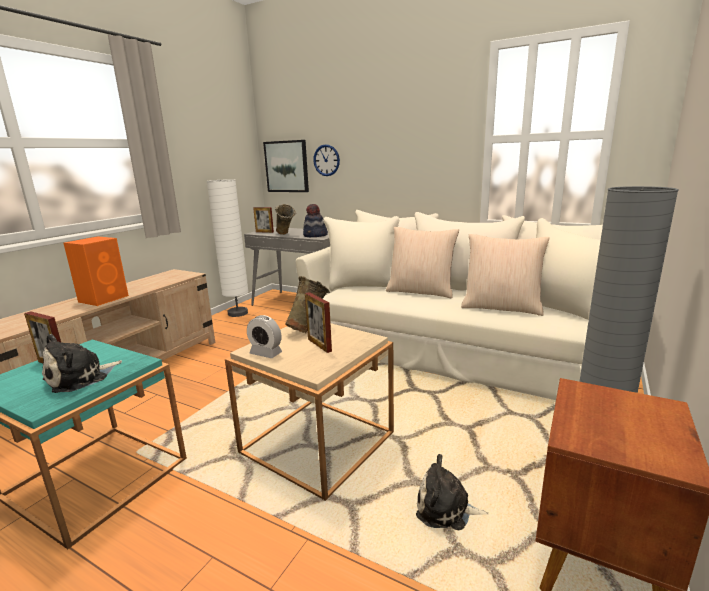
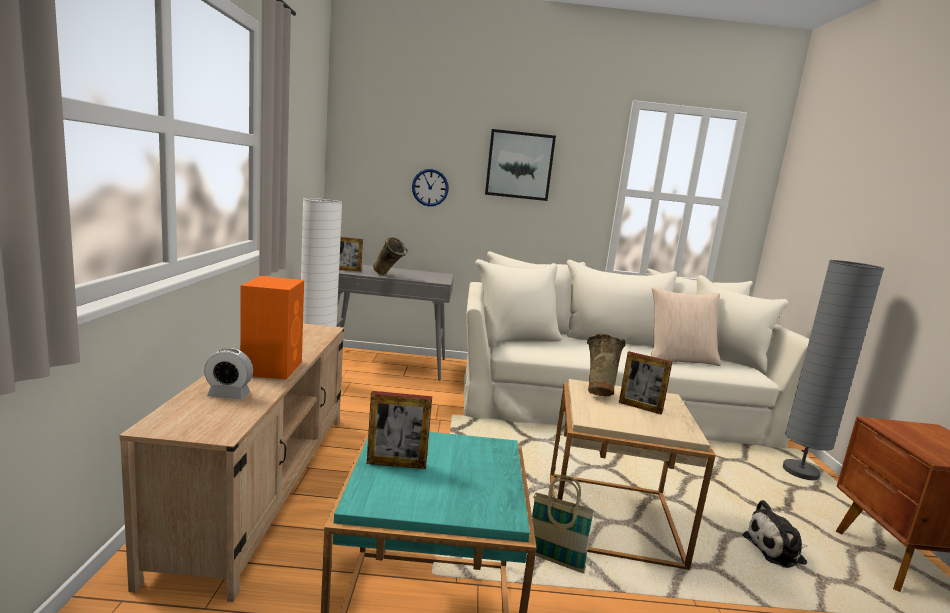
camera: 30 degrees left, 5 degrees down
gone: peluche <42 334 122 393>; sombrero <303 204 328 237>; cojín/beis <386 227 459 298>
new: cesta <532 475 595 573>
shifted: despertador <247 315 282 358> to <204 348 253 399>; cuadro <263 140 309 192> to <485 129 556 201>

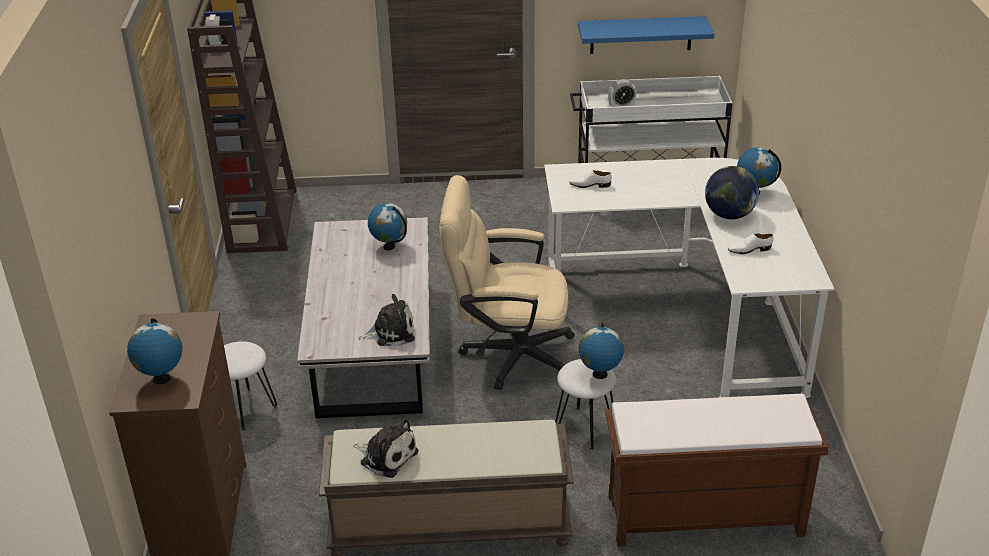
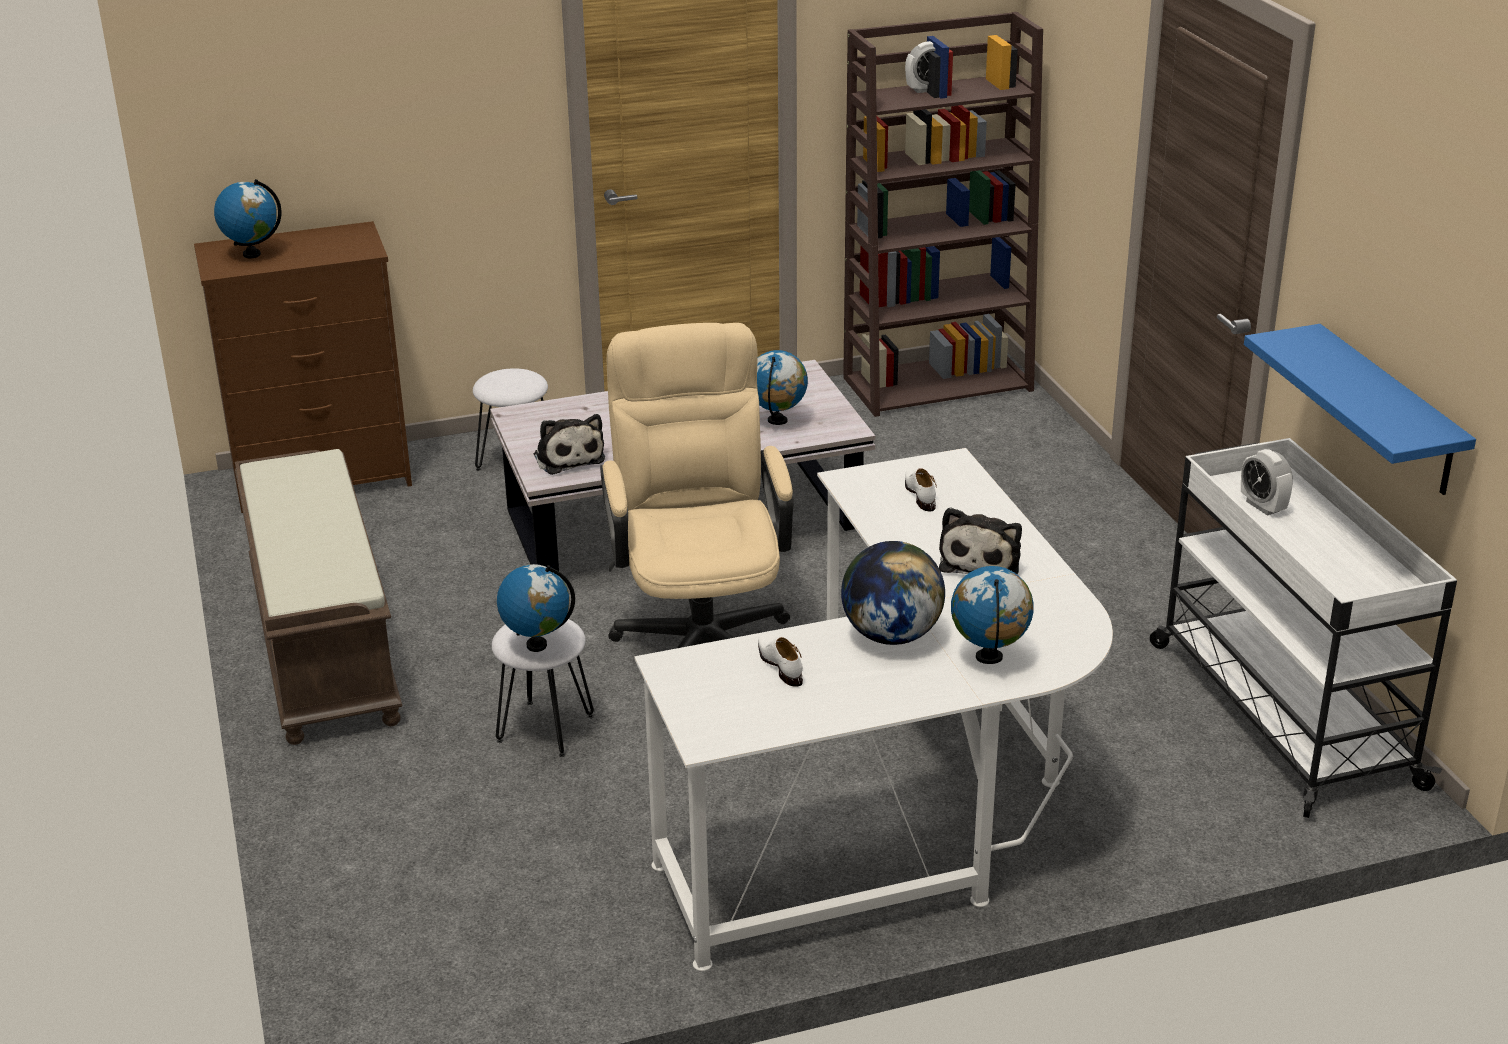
camera: 75 degrees right, 5 degrees down
gone: banco/marrón <605 394 828 547>
shifted: peluche <353 418 418 478> to <939 507 1022 574>

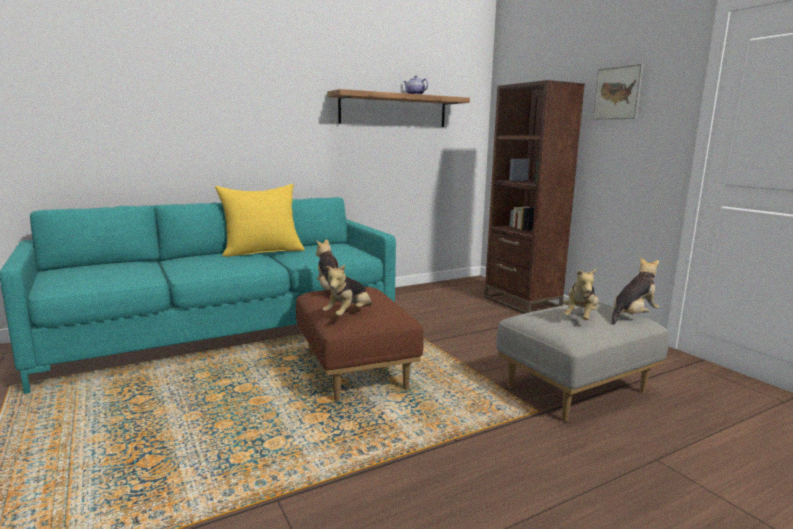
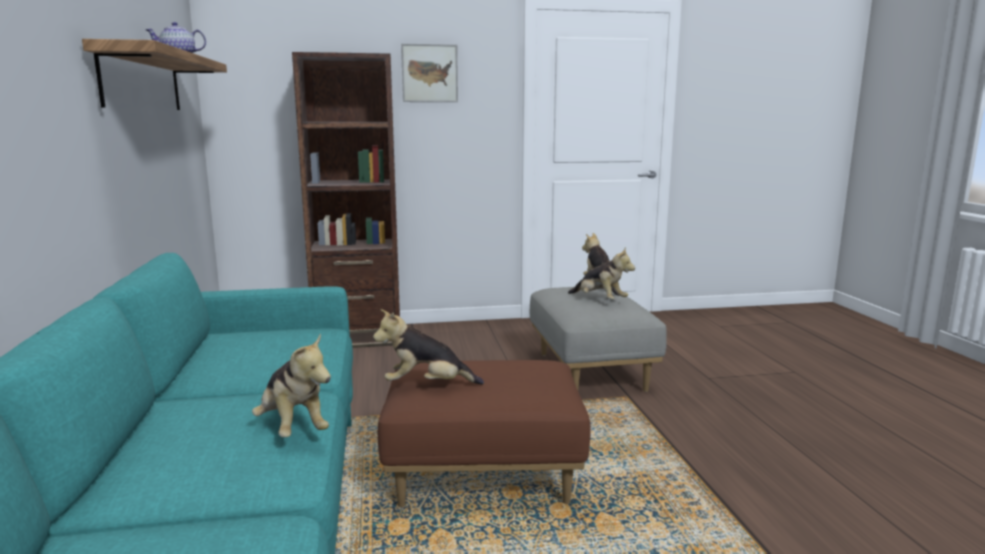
camera: 70 degrees left, 0 degrees up
gone: cojín/amarillo <215 184 305 257>
shifted: peluche <323 264 372 316> to <252 333 331 437>

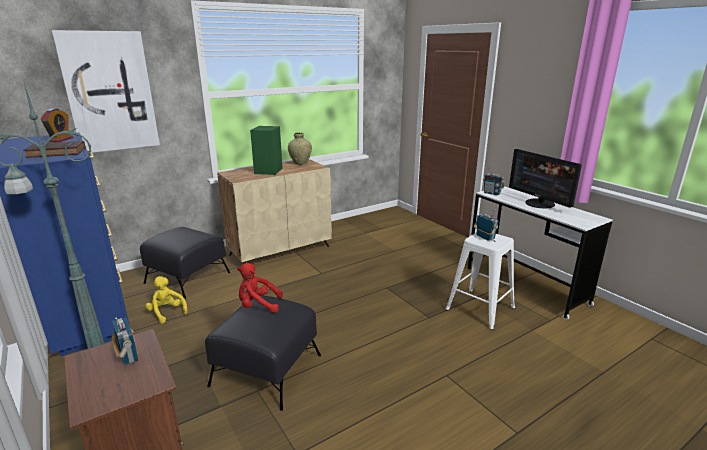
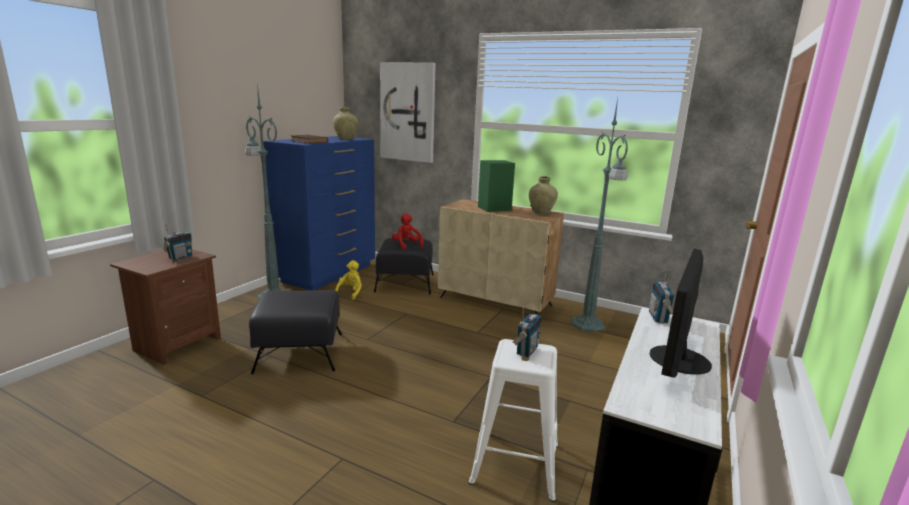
camera: 60 degrees right, 5 degrees down
new: lámpara de pie/verde <571 98 628 332>
shifted: peluche/rojo <237 263 283 313> to <392 213 423 250>
swapped: despertador <41 109 74 142> to florero/beis <333 107 358 140>

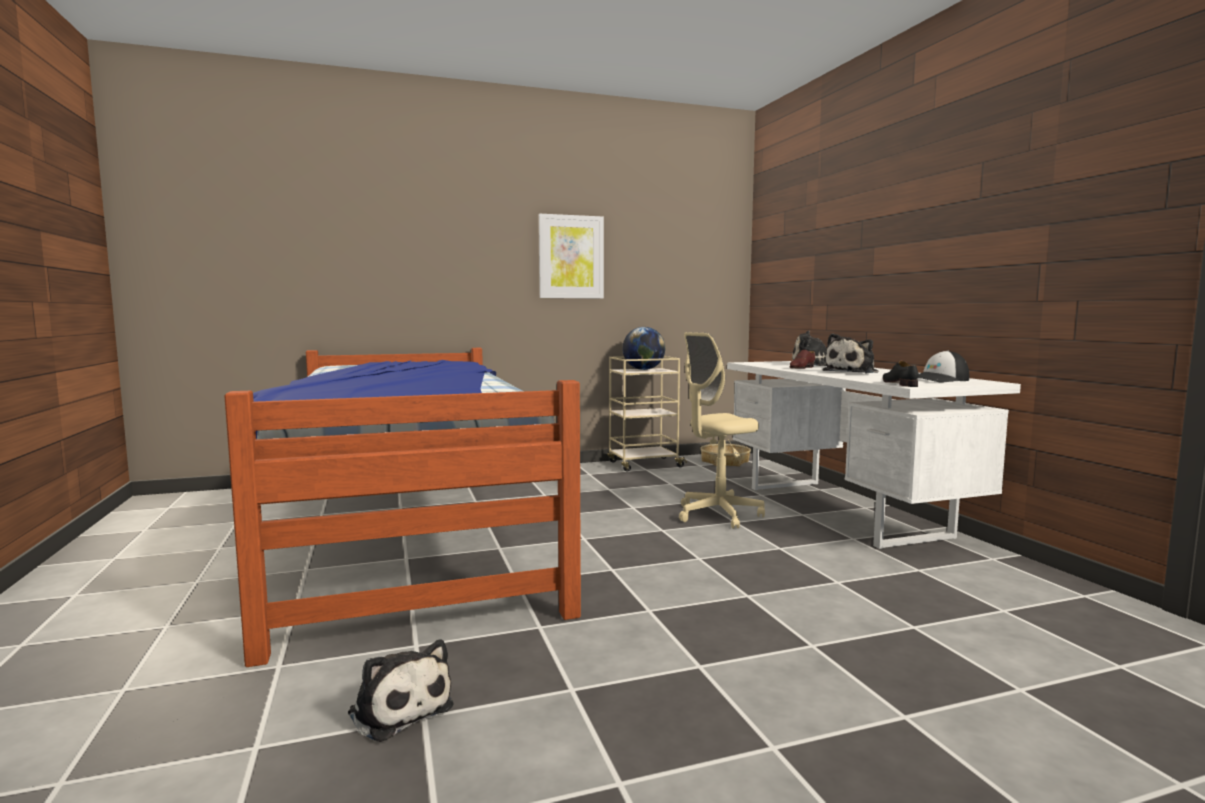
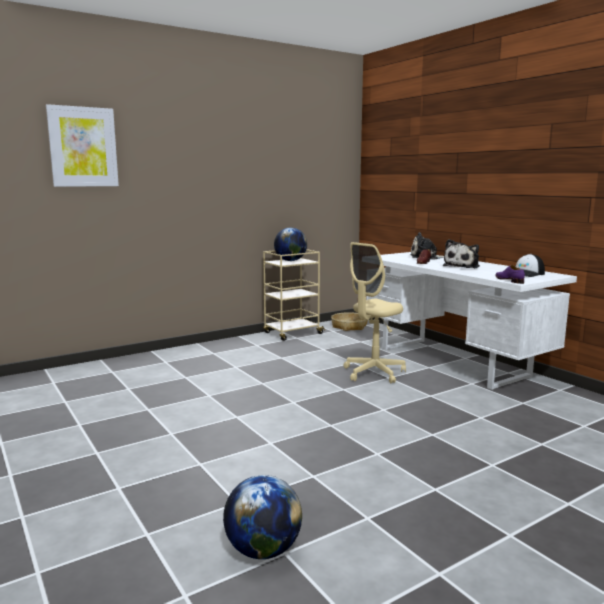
camera: 15 degrees left, 5 degrees up
gone: cama <224 348 581 667>
shifted: cuadro <538 214 604 299> to <46 104 119 187>
swapped: peluche <348 639 453 742> to globo terráqueo <223 475 302 559>
repainted: zapato/negro <883 361 919 387> to zapato/morado <495 265 525 284>

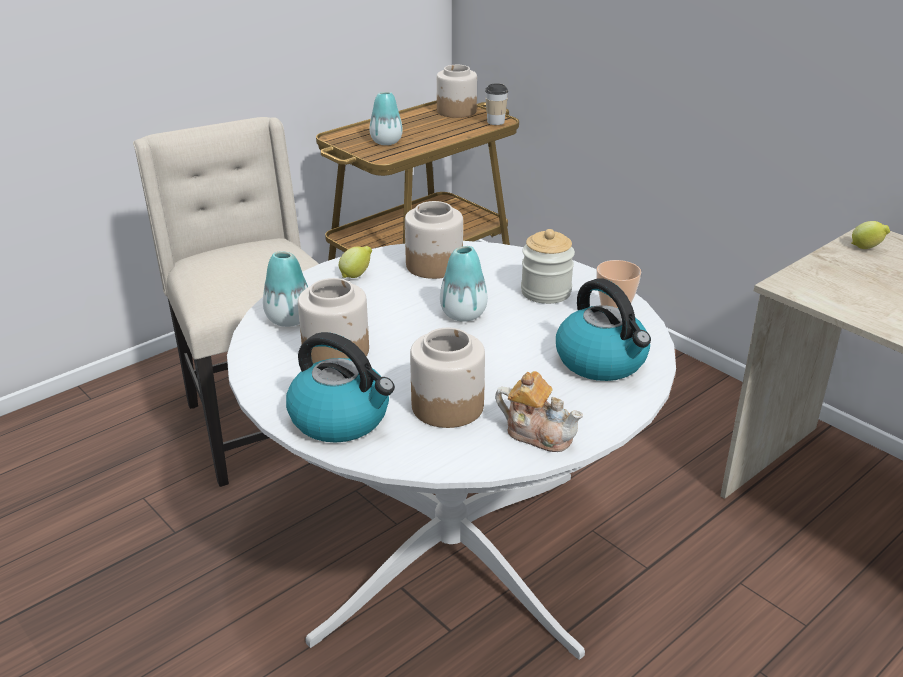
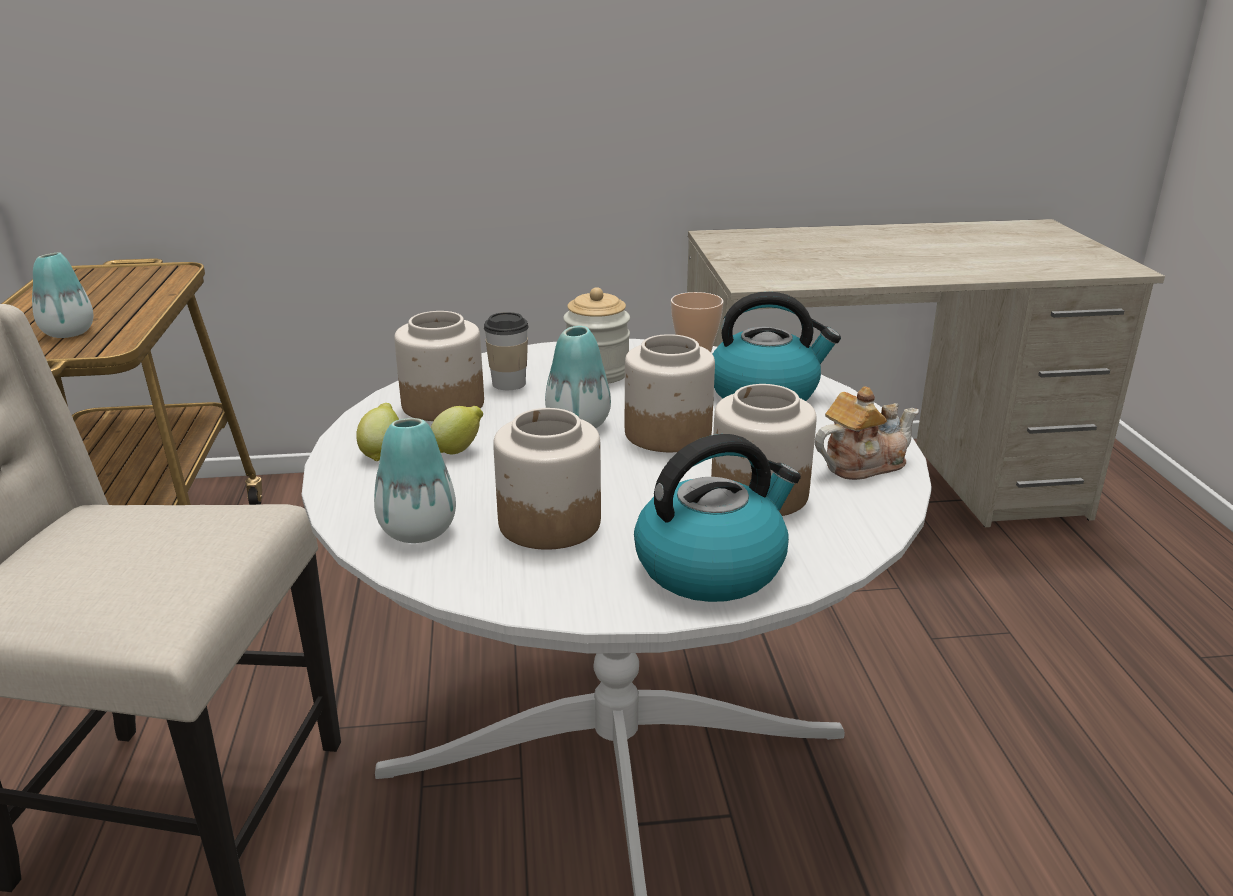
camera: 55 degrees left, 5 degrees down
shifted: tarro <437 65 477 118> to <625 334 715 452>; taza <485 83 508 125> to <484 312 529 390>; limón <852 221 890 249> to <431 406 483 454>

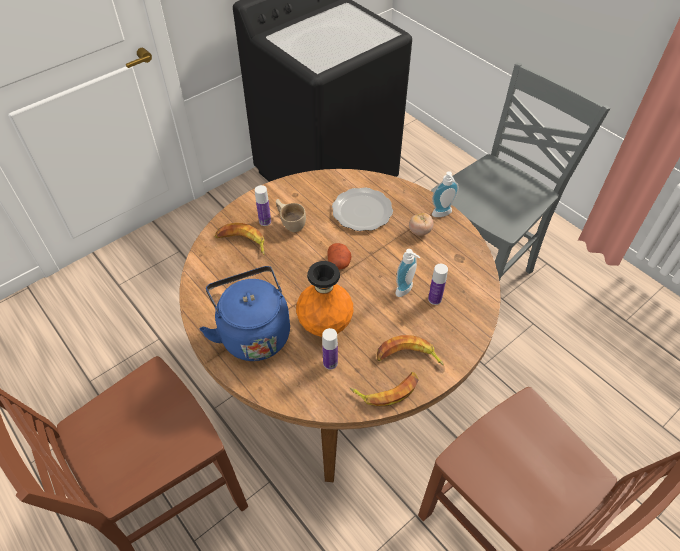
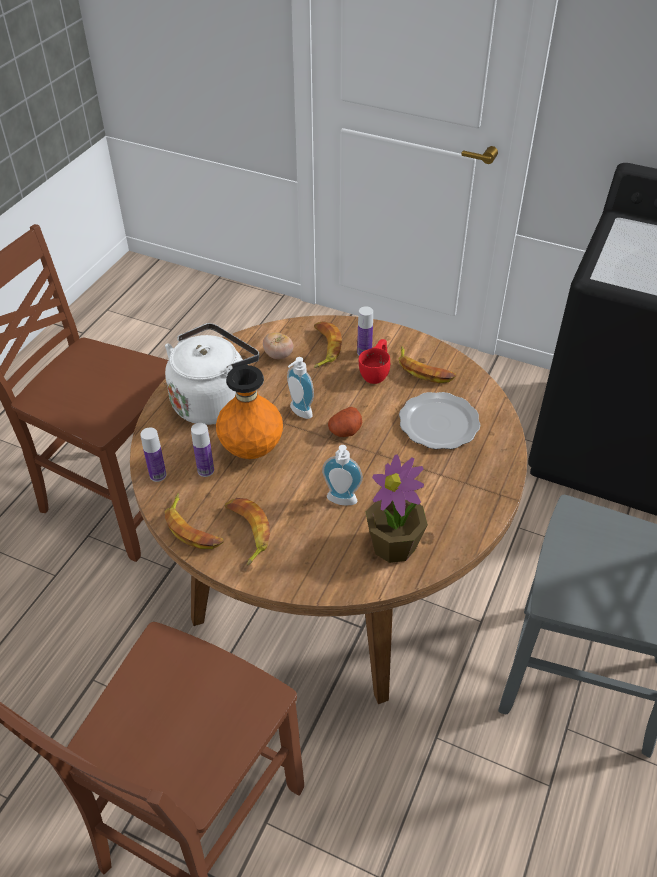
camera: 65 degrees right, 5 degrees down
new: planta en maceta <366 454 428 563>; plátano <399 346 456 383>
shifted: tomate <409 213 433 236> to <263 332 294 359>; botella <428 264 448 305> to <140 428 167 482>; dispensador de jabón <432 171 459 217> to <287 357 314 419>
repainted: hervidor/azul <200 266 290 361> to hervidor/blanco <165 323 259 425>; taza/beis <276 199 306 232> to taza/rojo <359 339 390 384>

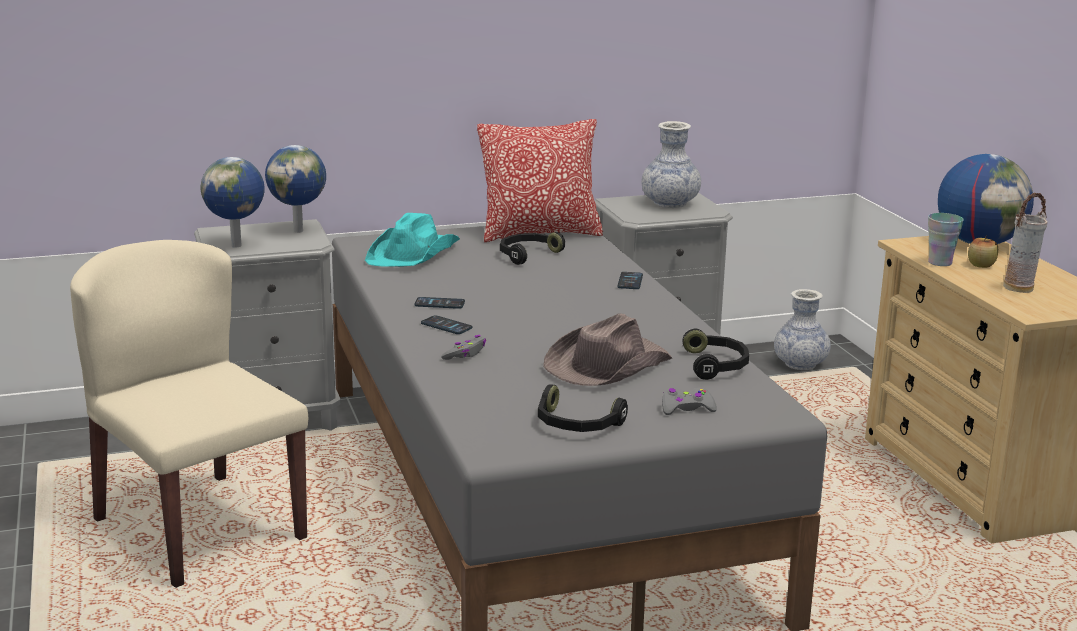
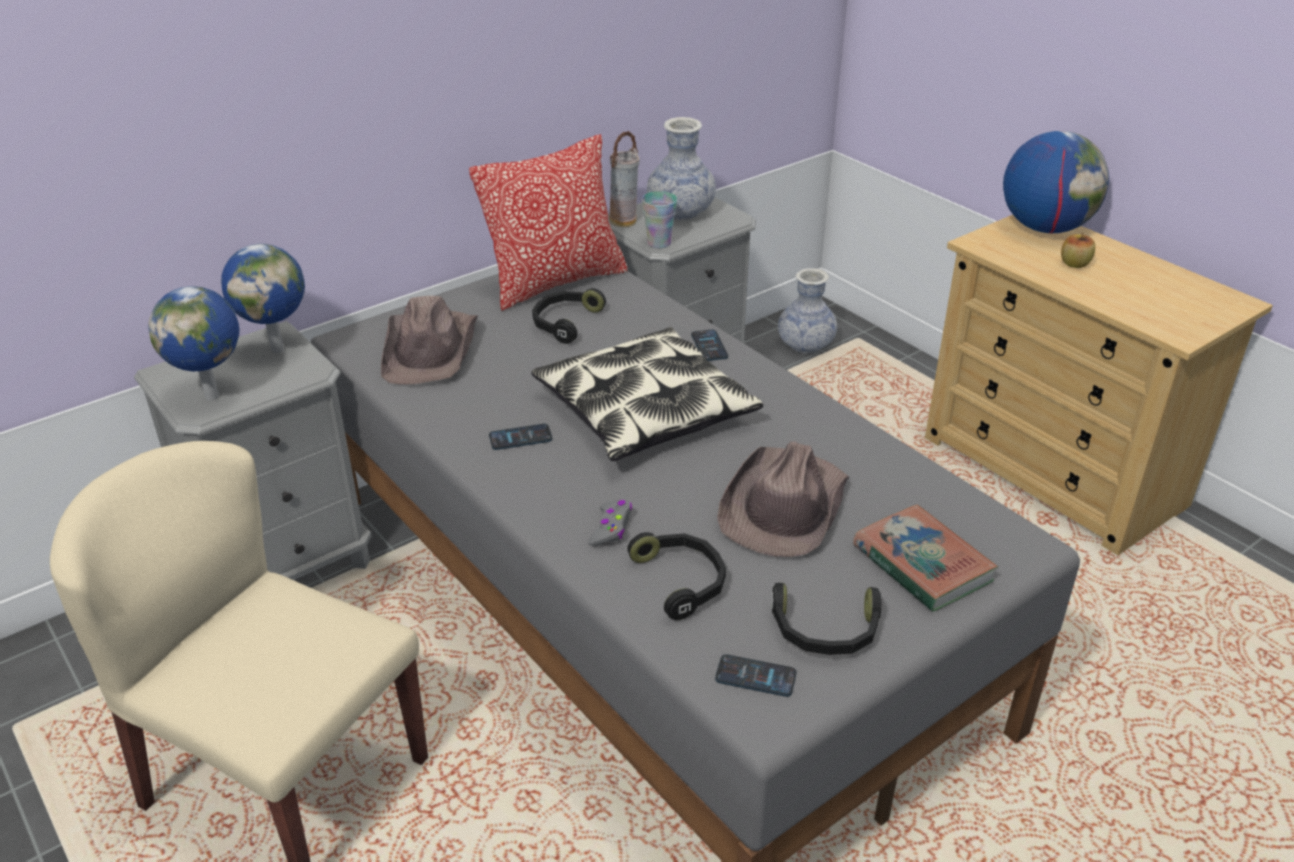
camera: 20 degrees left, 15 degrees up
new: cojín <531 327 763 461>
shifted: móvil <421 315 472 334> to <715 654 797 697>; auriculares/negro <683 329 749 380> to <627 532 726 620>; taza <928 213 964 266> to <642 191 677 248>; florero <1003 192 1048 293> to <609 131 639 227>
swapped: mando de consola/gris <662 388 717 415> to libro <853 504 998 612>
repainted: sombrero/turquesa <365 213 460 267> to sombrero/marrón <381 296 478 384>

